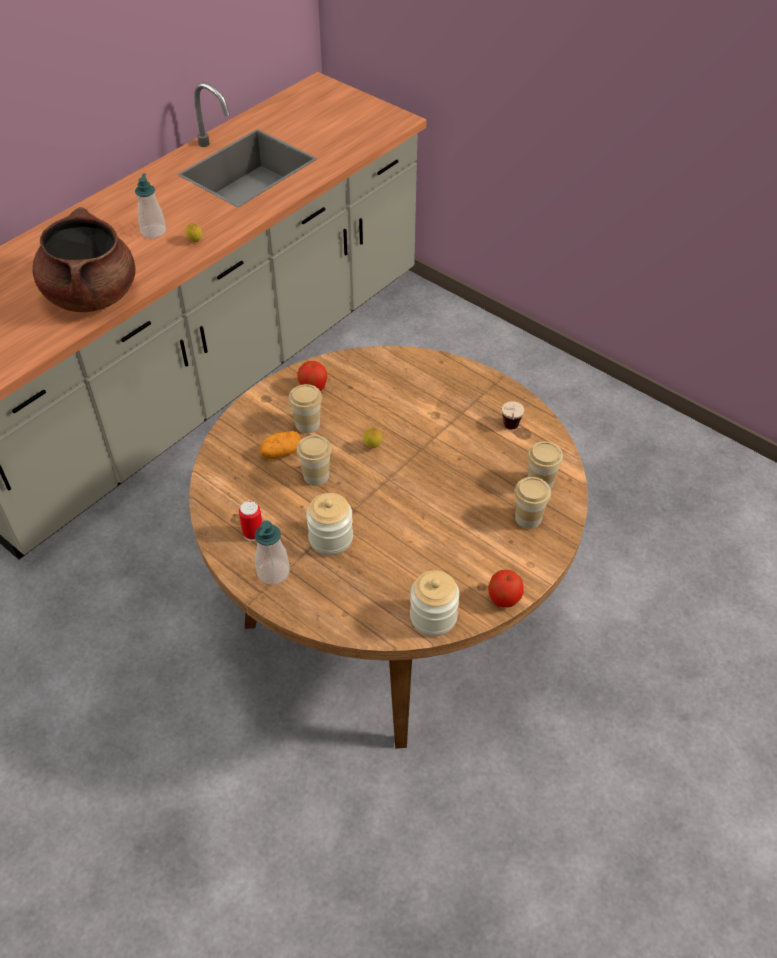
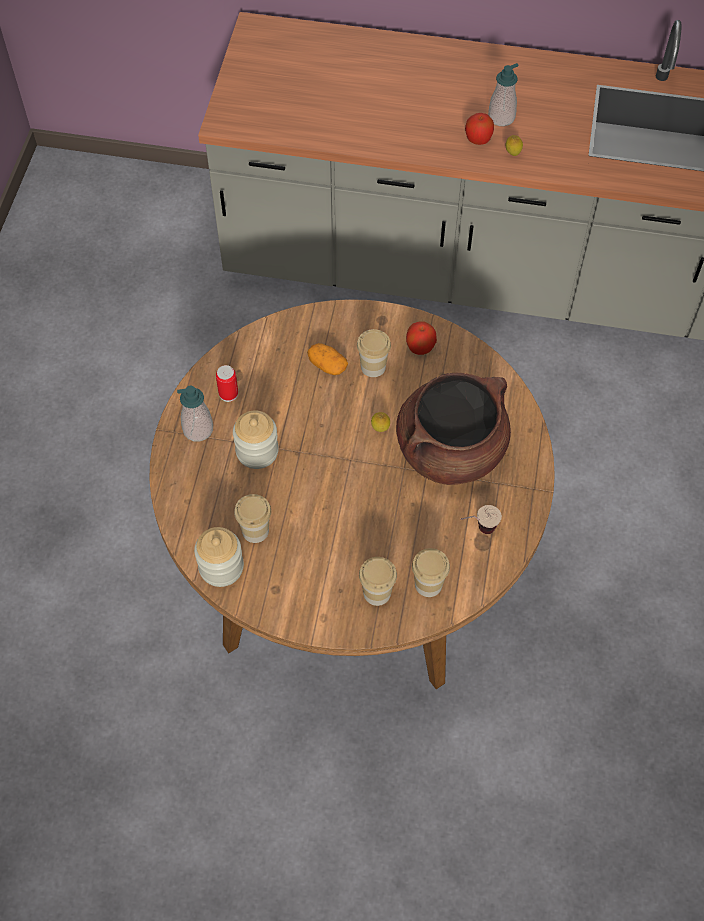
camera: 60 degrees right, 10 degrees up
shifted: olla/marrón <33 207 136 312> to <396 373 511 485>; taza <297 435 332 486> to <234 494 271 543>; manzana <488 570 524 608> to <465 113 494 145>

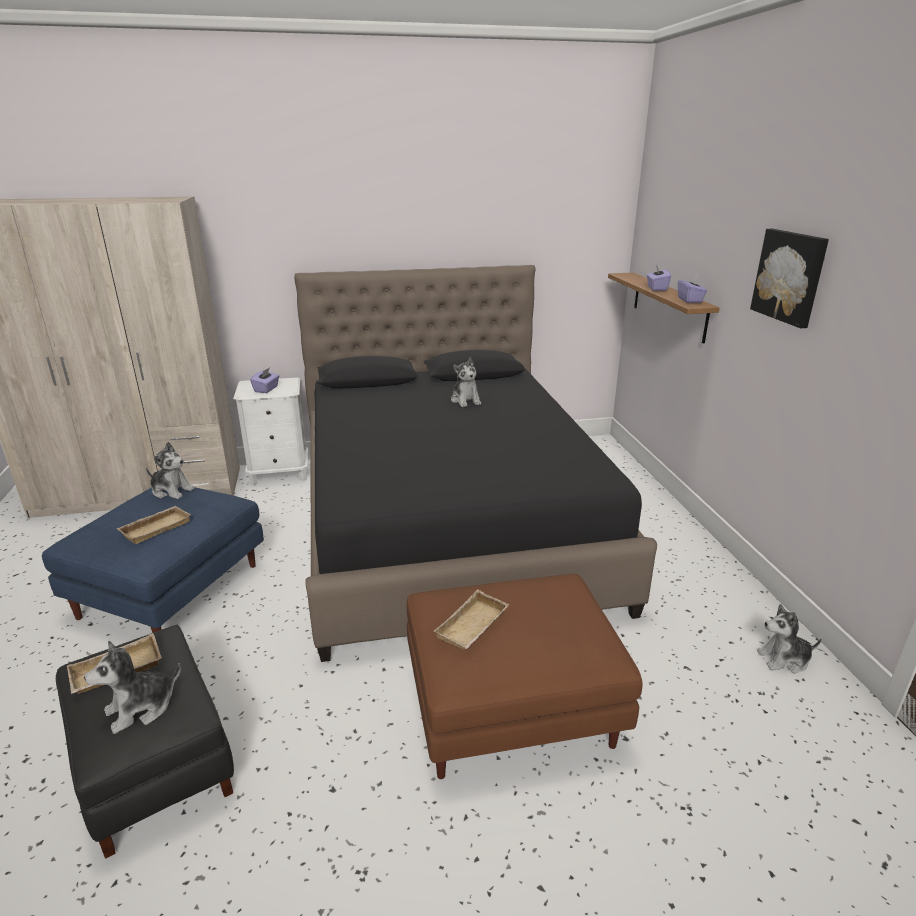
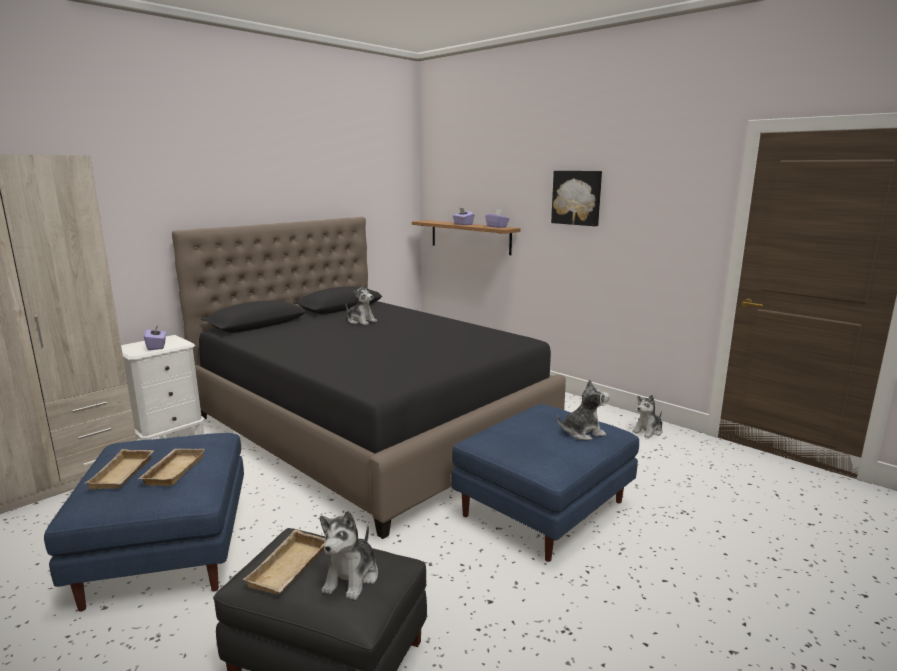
camera: 35 degrees left, 10 degrees down
shifted: peluche <146 442 195 499> to <557 380 610 440>; bandeja/beis <434 589 510 650> to <85 449 154 490>
repainted: puf/marrón <407 574 643 779> to puf/azul <451 404 639 562>

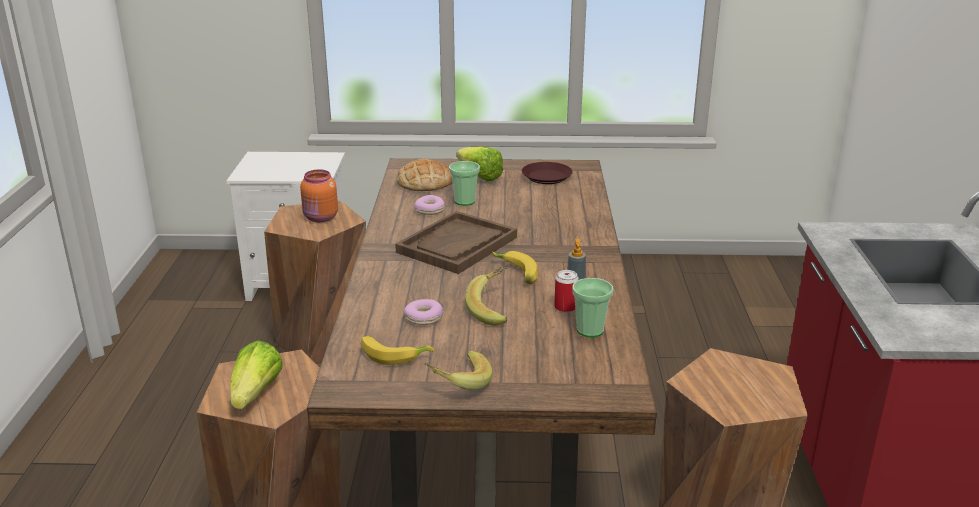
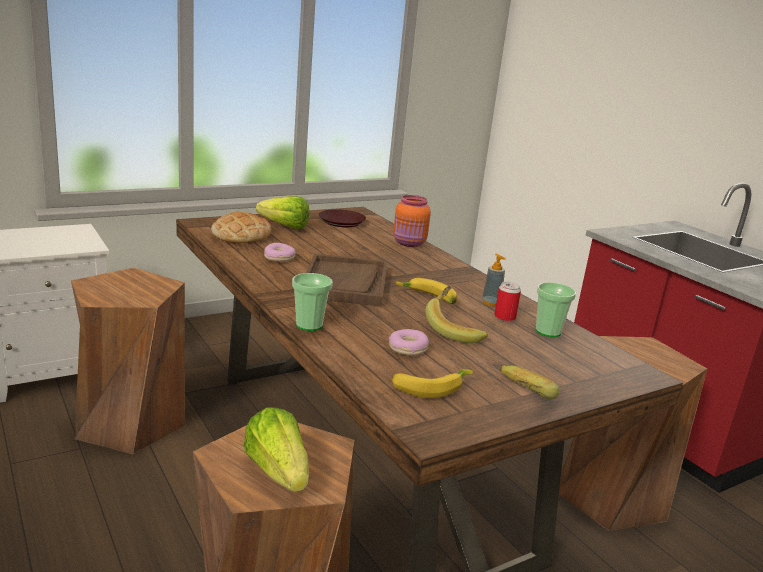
camera: 35 degrees left, 5 degrees down
shifted: tarro/naranja <300 169 338 222> to <393 195 431 247>; taza <449 161 480 206> to <292 273 333 331>

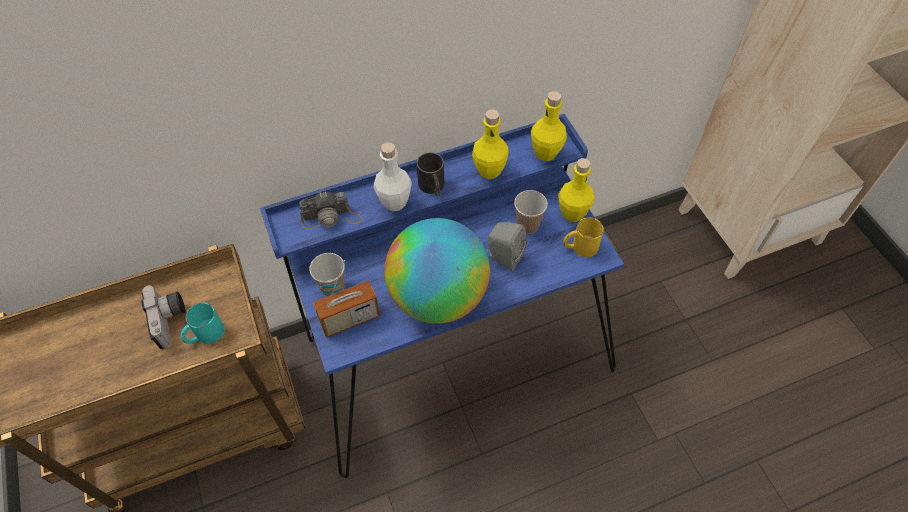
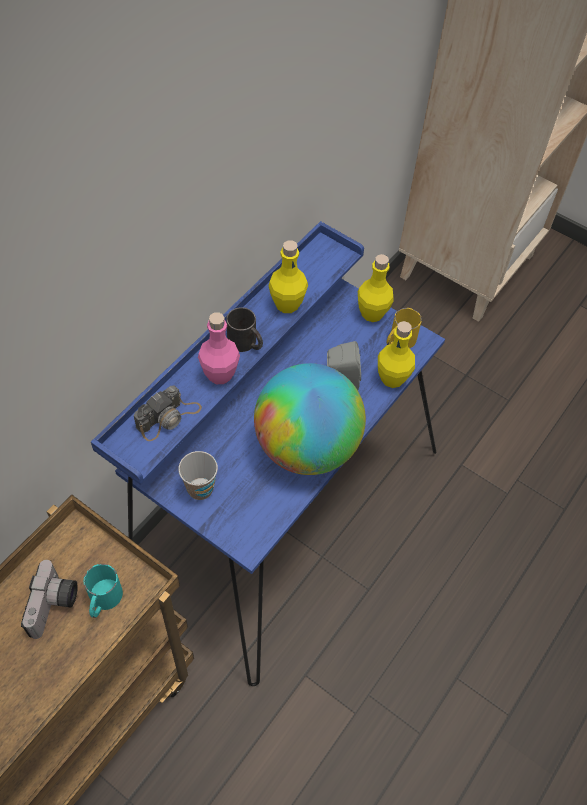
camera: 35 degrees left, 0 degrees up
gone: radio <313 260 380 338>; taza <514 190 548 234>
shifted: botella/amarillo <531 91 567 161> to <378 321 415 388>
repainted: botella/blanco <374 142 412 211> to botella/rosa <198 312 240 384>
rotated: cámara <141 286 186 349> = <21 560 78 639> 60 degrees clockwise

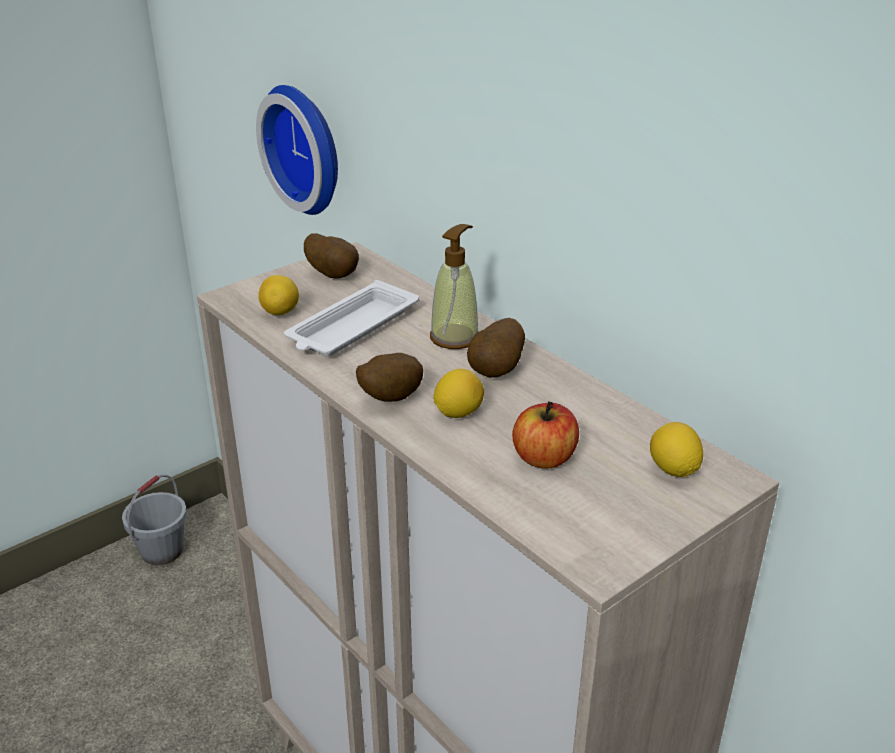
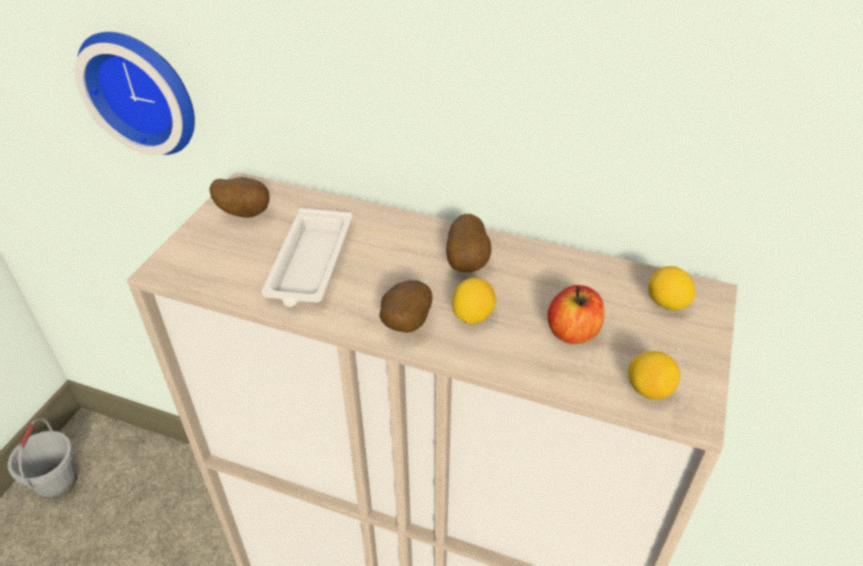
camera: 30 degrees left, 10 degrees up
gone: dispensador de jabón <430 224 479 349>
shifted: limón <258 275 299 315> to <628 351 680 400>

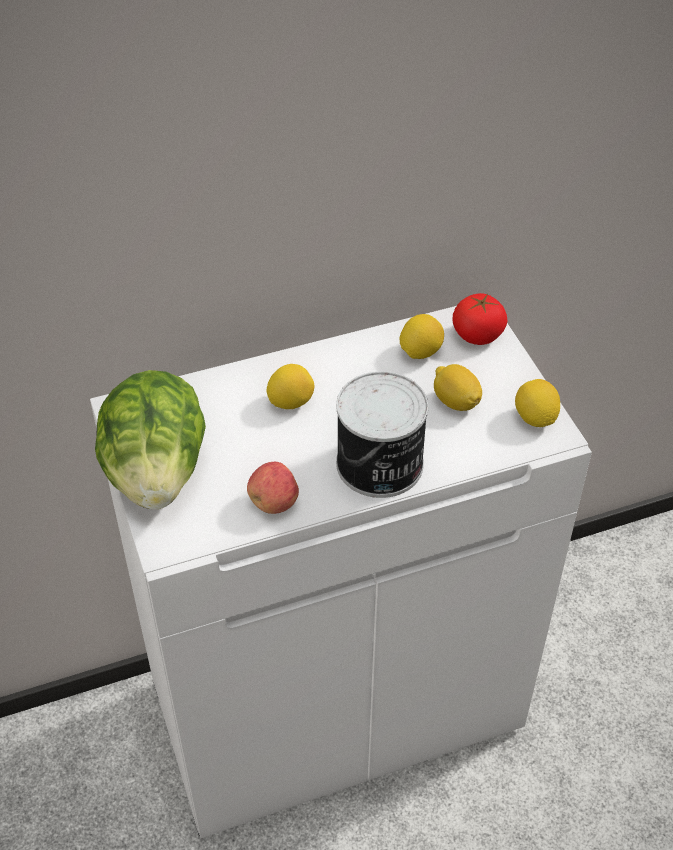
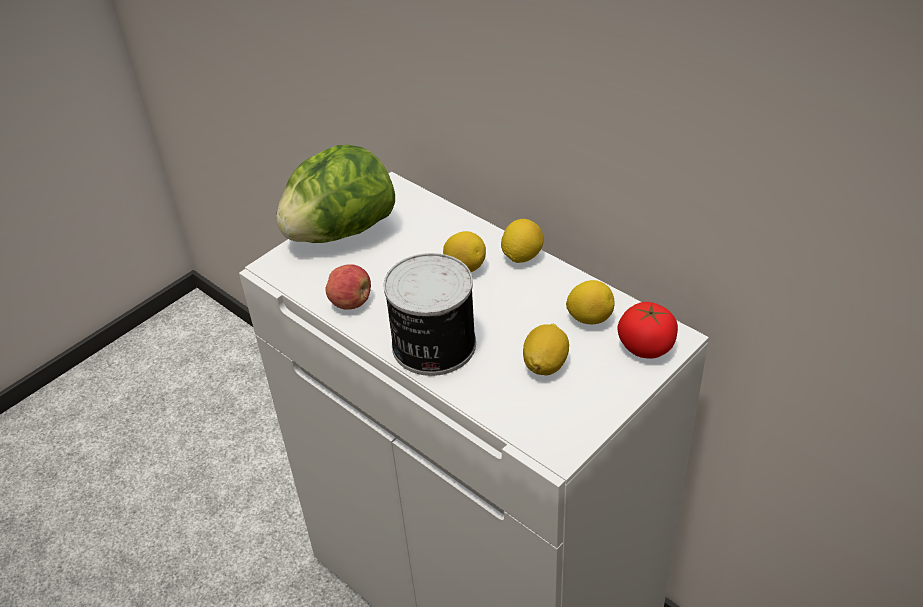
camera: 65 degrees right, 5 degrees down
shifted: limón <515 379 560 427> to <501 219 543 263>

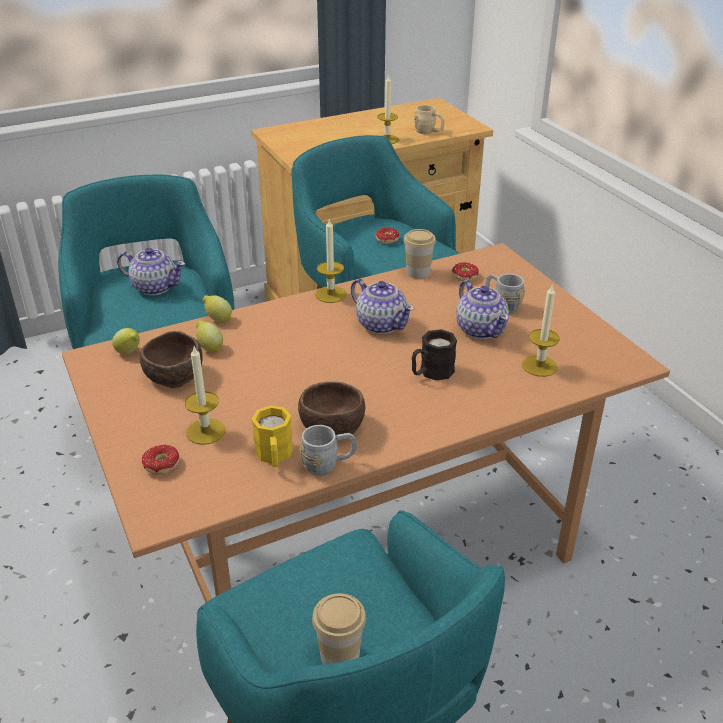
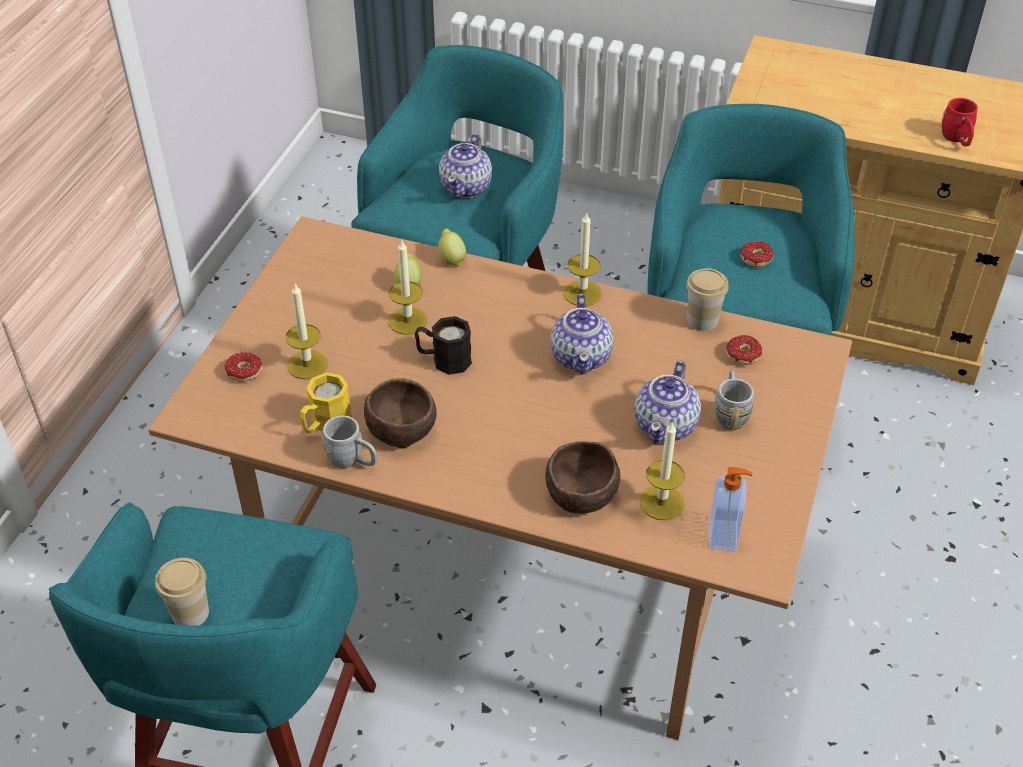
camera: 45 degrees right, 10 degrees up
gone: limón <112 328 140 354>
new: dispensador de jabón <709 467 753 551>
shifted: cuenco/marrón <140 331 203 388> to <545 441 620 514>; vela <377 74 399 144> to <388 241 427 335>; taza grande/negro <412 329 457 381> to <415 316 472 375>
repainted: taza grande/beis <414 105 444 134> to taza grande/rojo <942 98 978 146>
rotated: tetera <117 248 185 295> = <439 134 492 198> 45 degrees clockwise

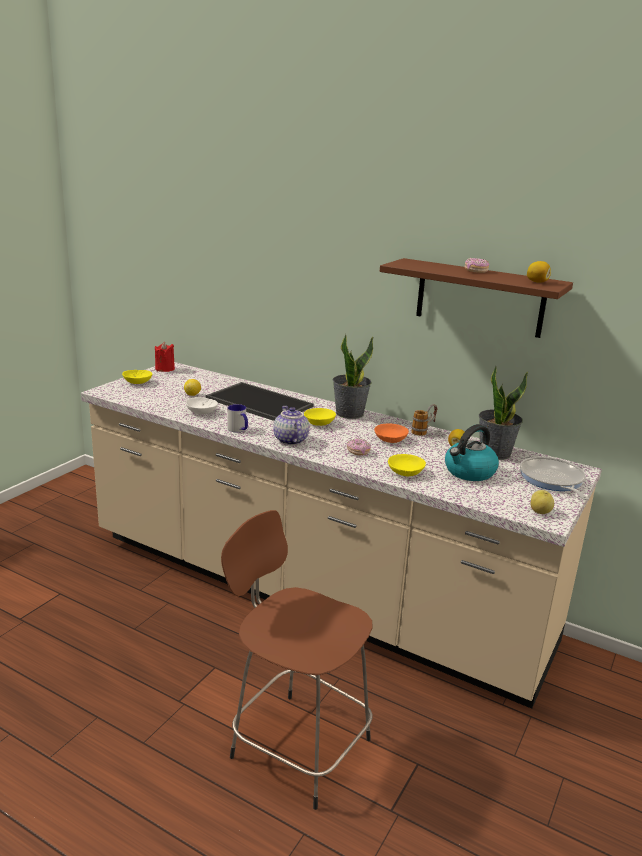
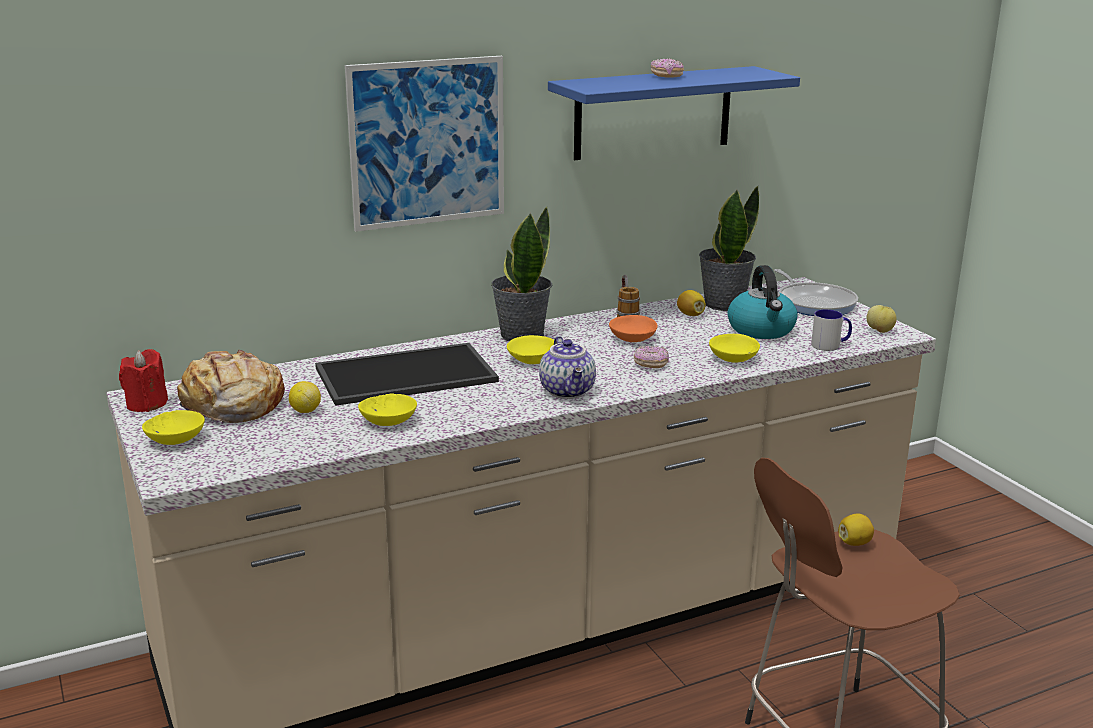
camera: 55 degrees left, 0 degrees up
new: pan <177 350 285 423>; cuadro <345 56 504 232>
shifted: taza grande <227 404 248 432> to <811 309 852 351>; limón <527 261 551 283> to <838 513 874 546>
repainted: cuenco/blanco <186 397 218 414> to cuenco/amarillo <358 394 417 426>; estante/marrón <380 258 573 338> to estante/azul <548 66 800 160>
rotated: tetera <273 406 309 445> = <539 336 596 399> 120 degrees counterclockwise; sartén <520 457 588 500> = <774 269 858 316> 135 degrees counterclockwise

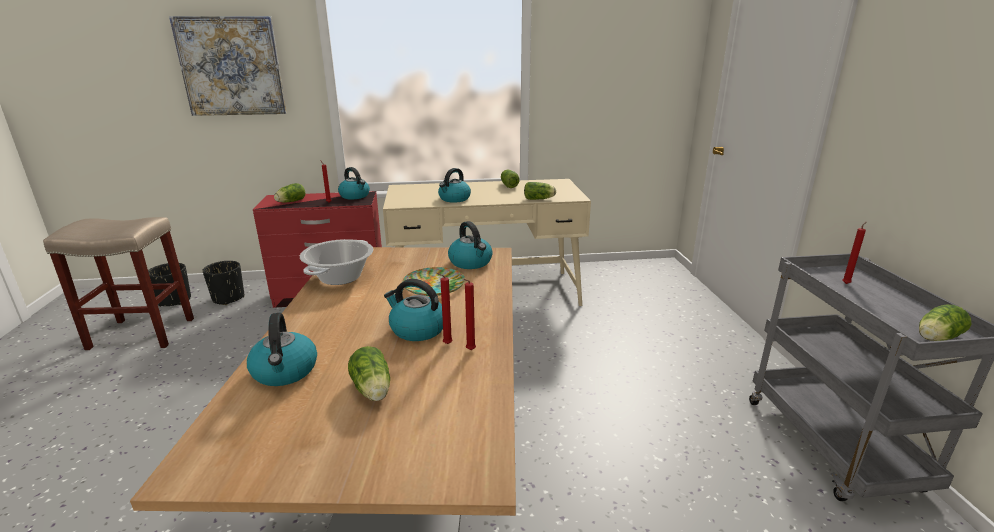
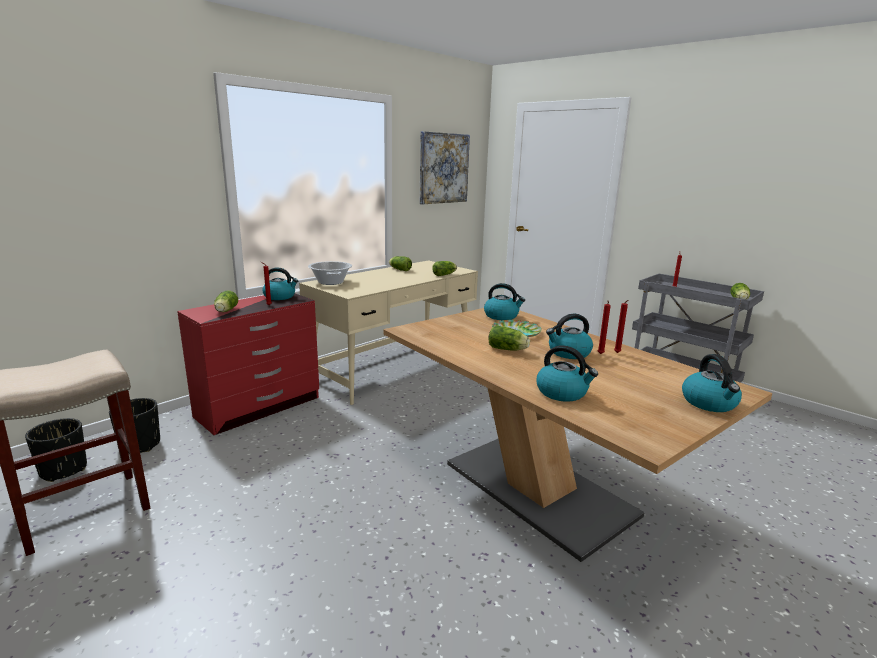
camera: 40 degrees left, 5 degrees down
shifted: cuadro <169 16 286 116> to <420 131 470 204>; olla <300 239 373 285> to <308 261 352 285>; lechuga <348 346 390 401> to <489 326 530 351>; hervidor <438 168 471 202> to <682 354 742 412>

